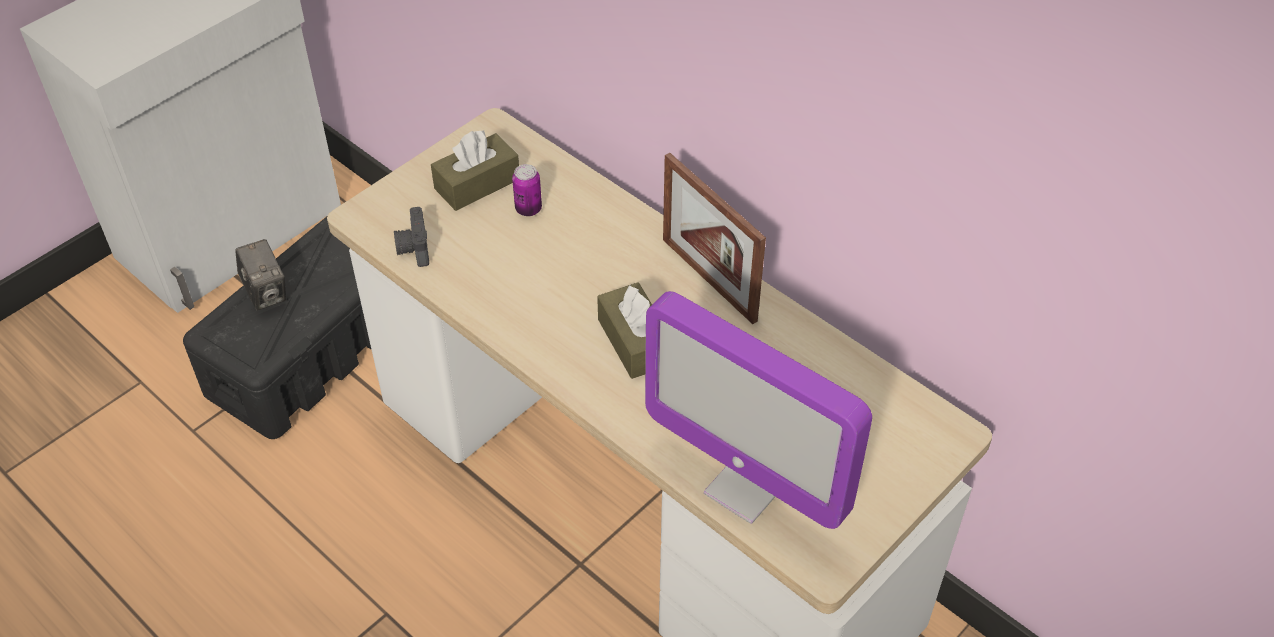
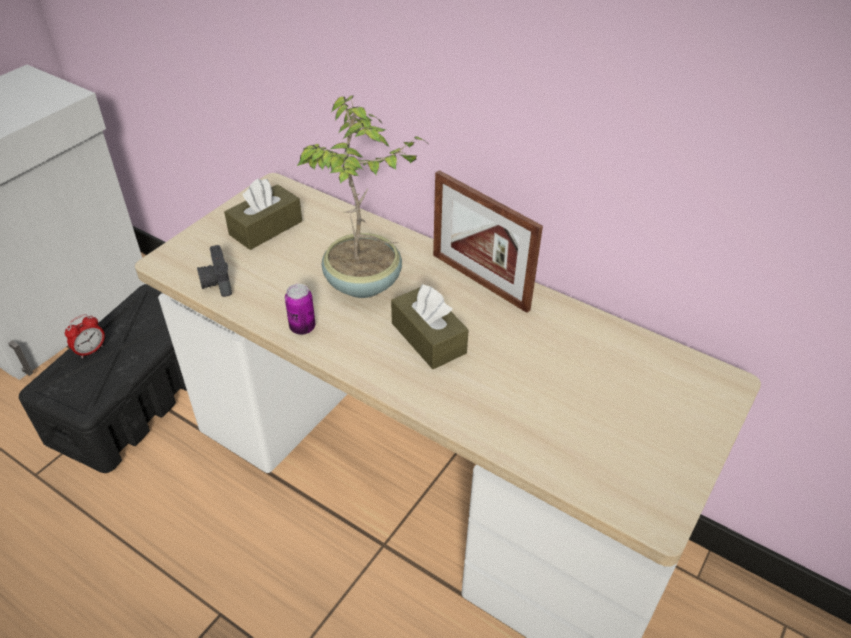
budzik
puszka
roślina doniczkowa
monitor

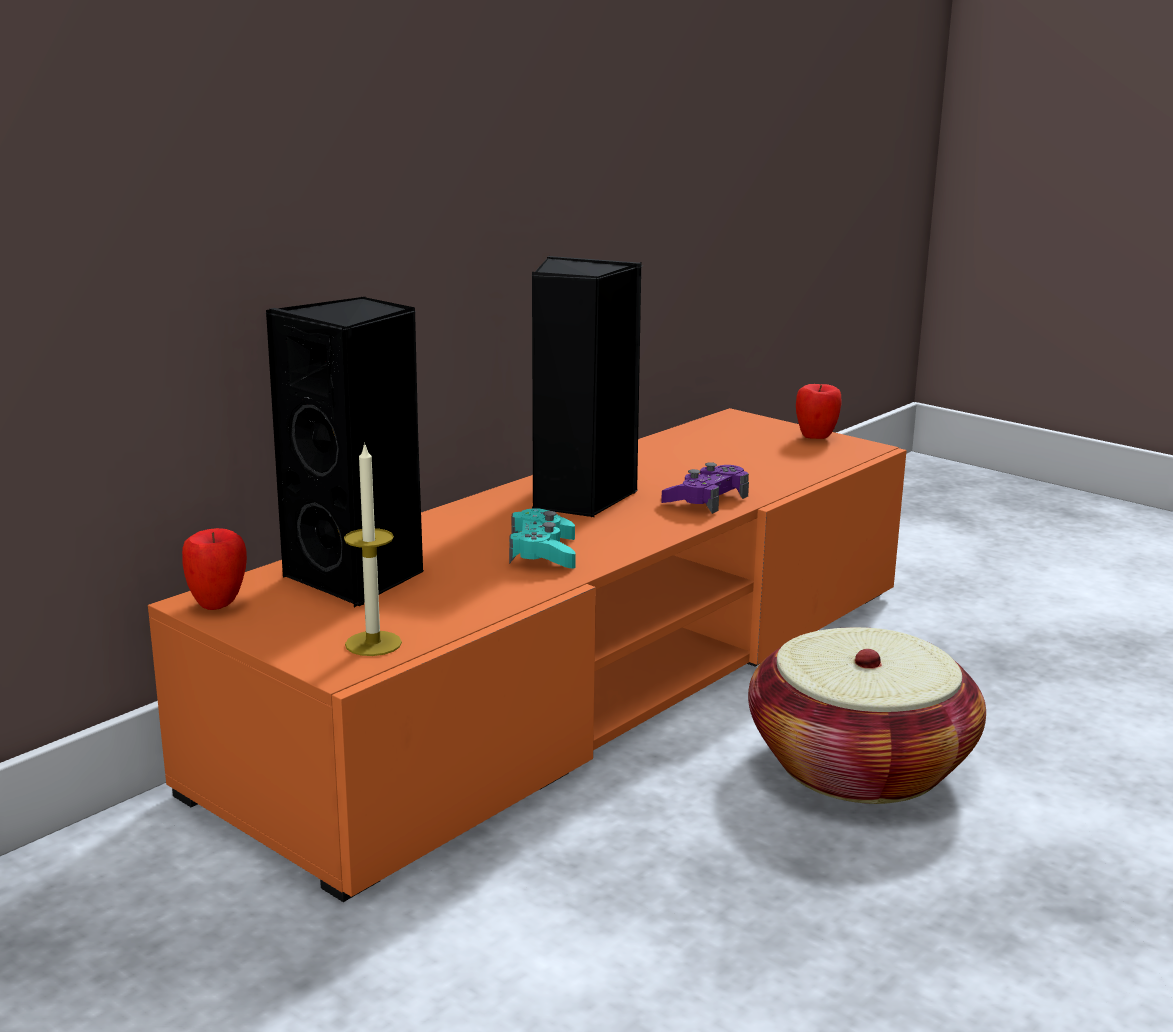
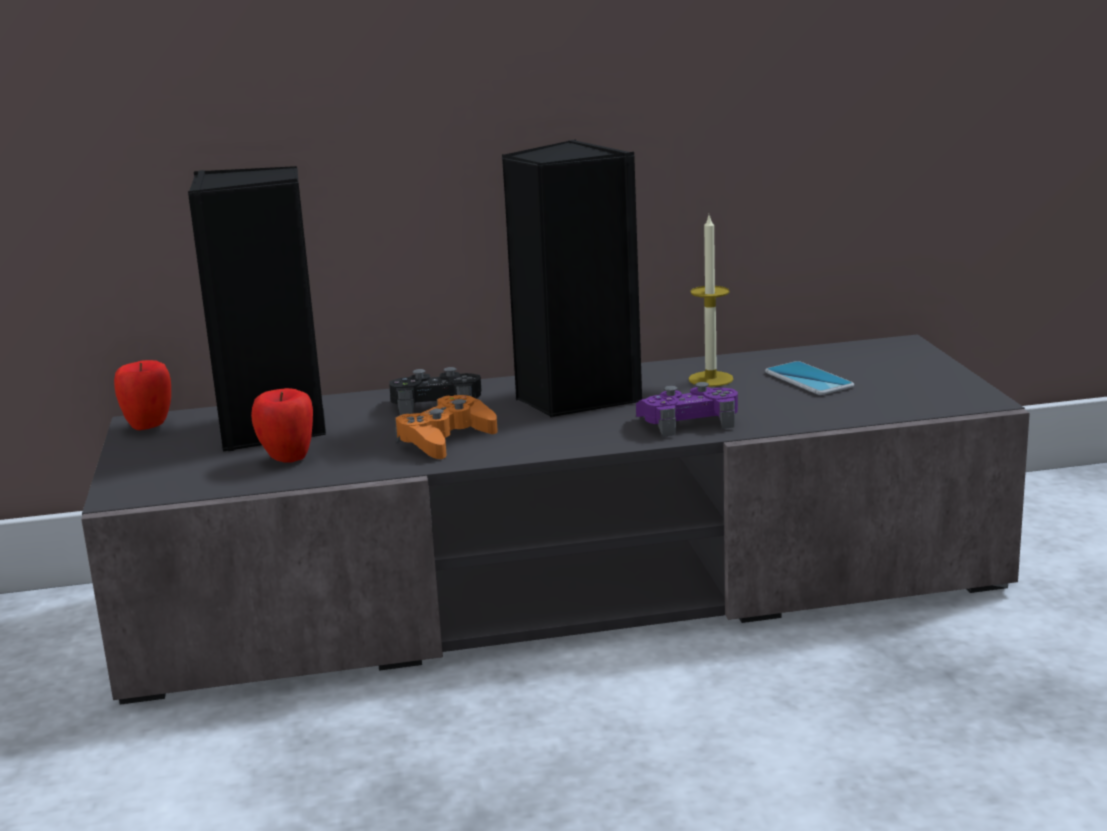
szafka pod telewizor/szary
jabłko (no. 2 from left)
pad do gier/czarny
pad do gier/pomarańczowy
świeca
telefon
koszyk

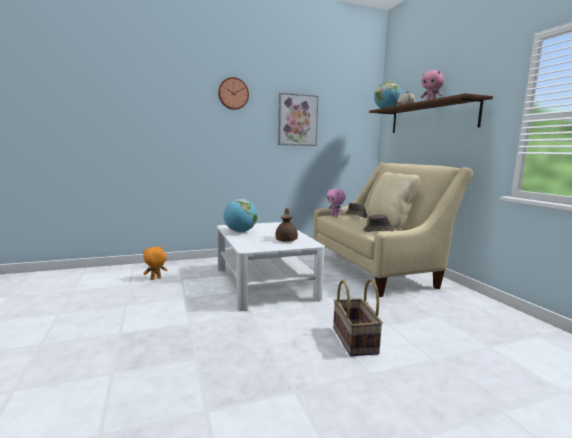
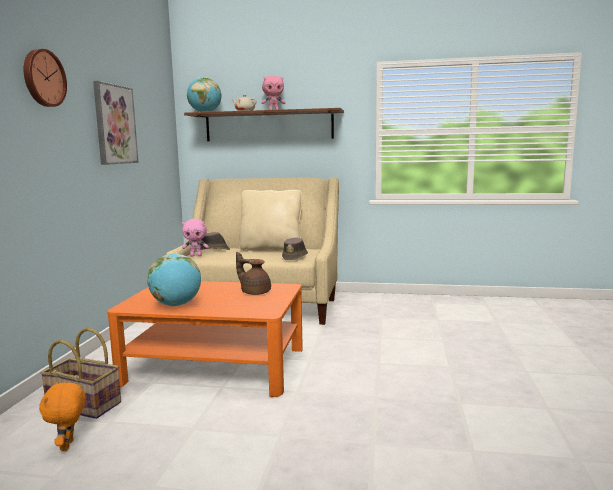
koszyk
ława/pomarańczowy

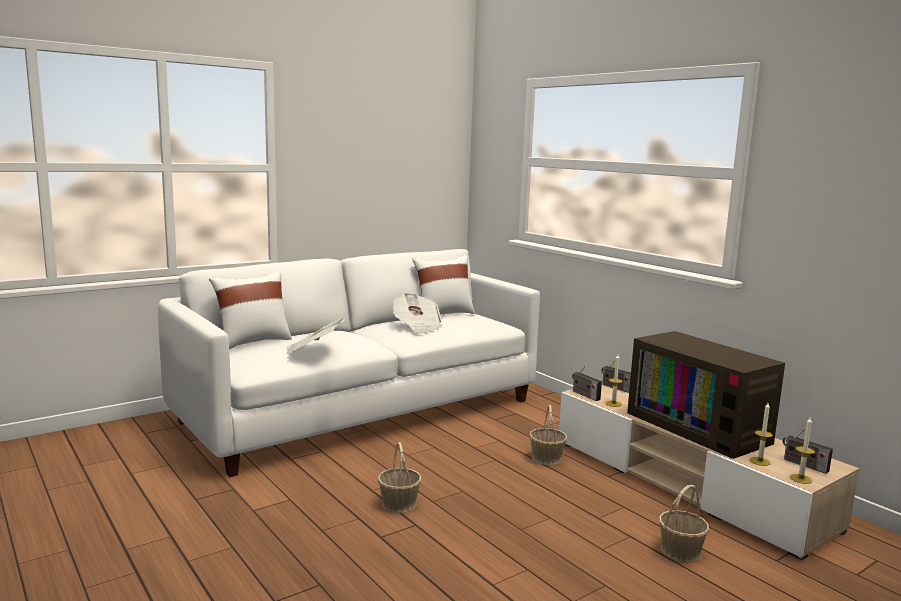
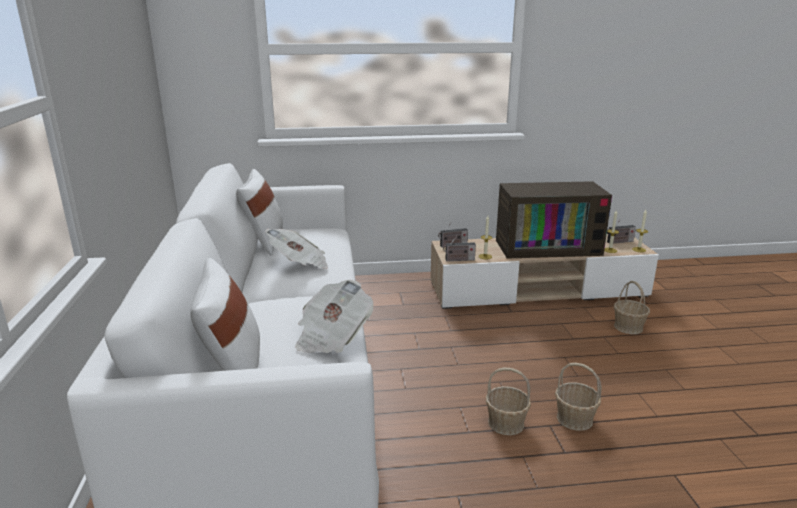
koszyk (no. 2 from left)

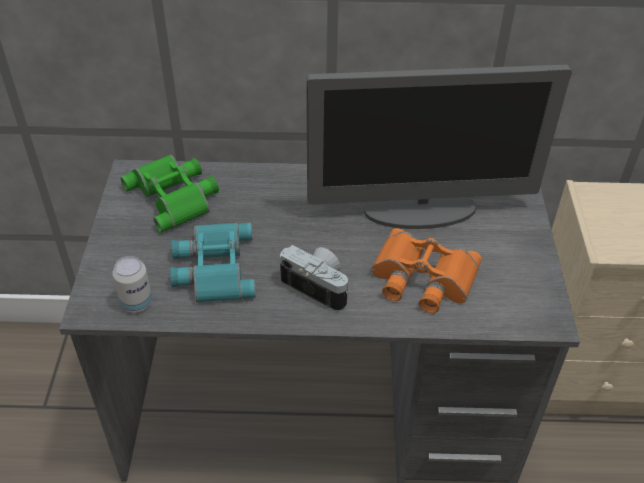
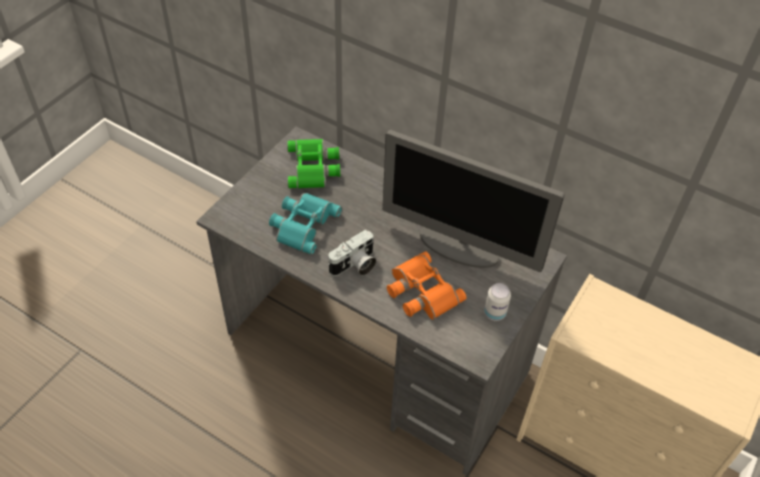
aparat fotograficzny
puszka

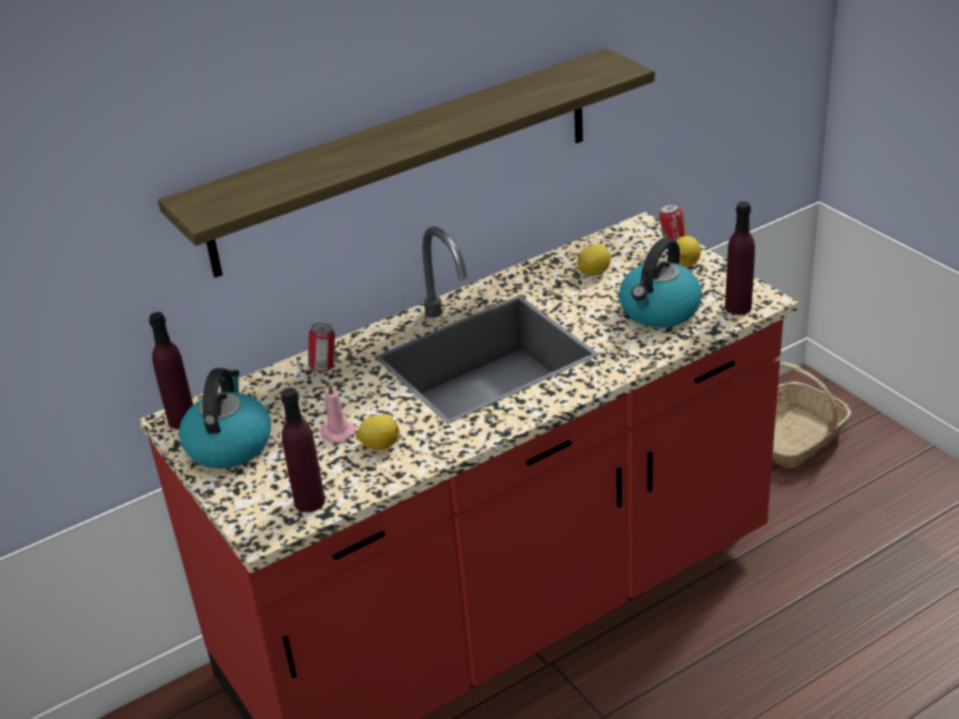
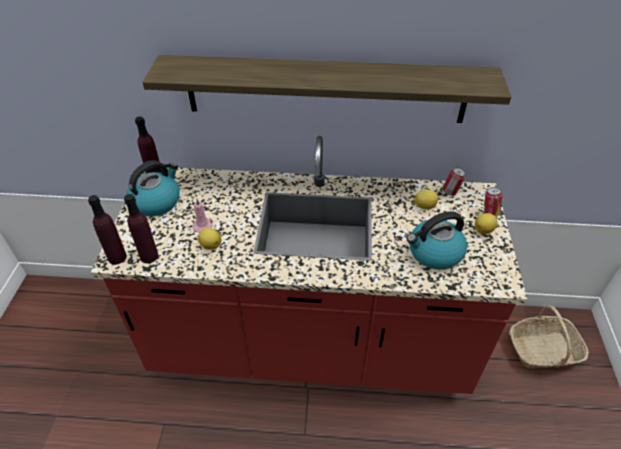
butelka/fioletowy (no. 1 from left)
puszka (no. 1 from left)

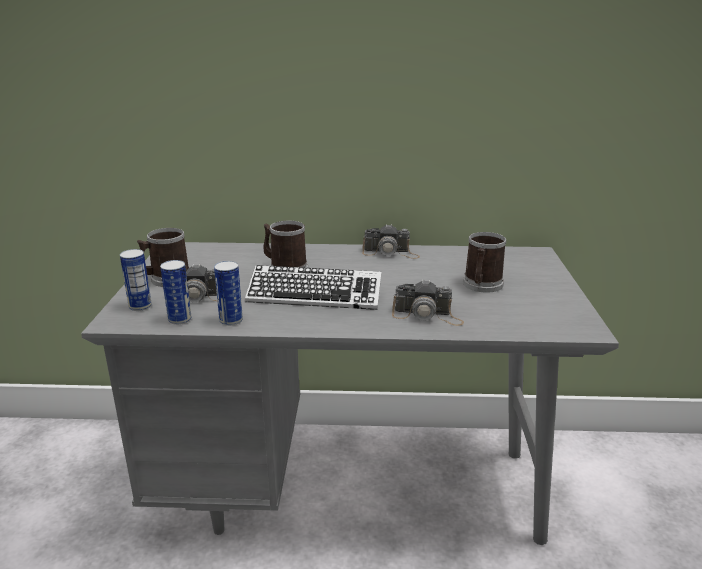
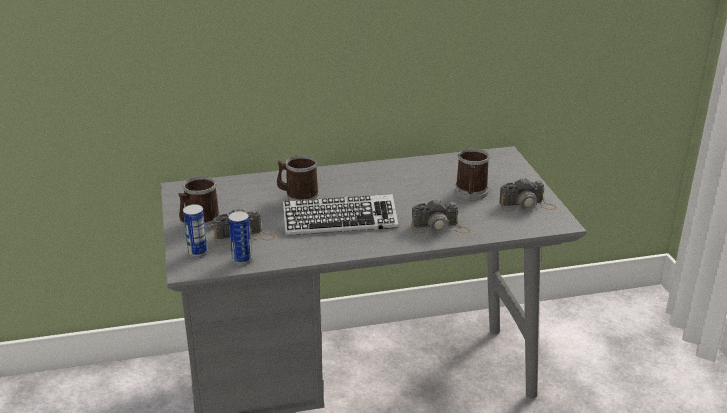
aparat fotograficzny (no. 3 from left)
puszka (no. 3 from left in the first image)

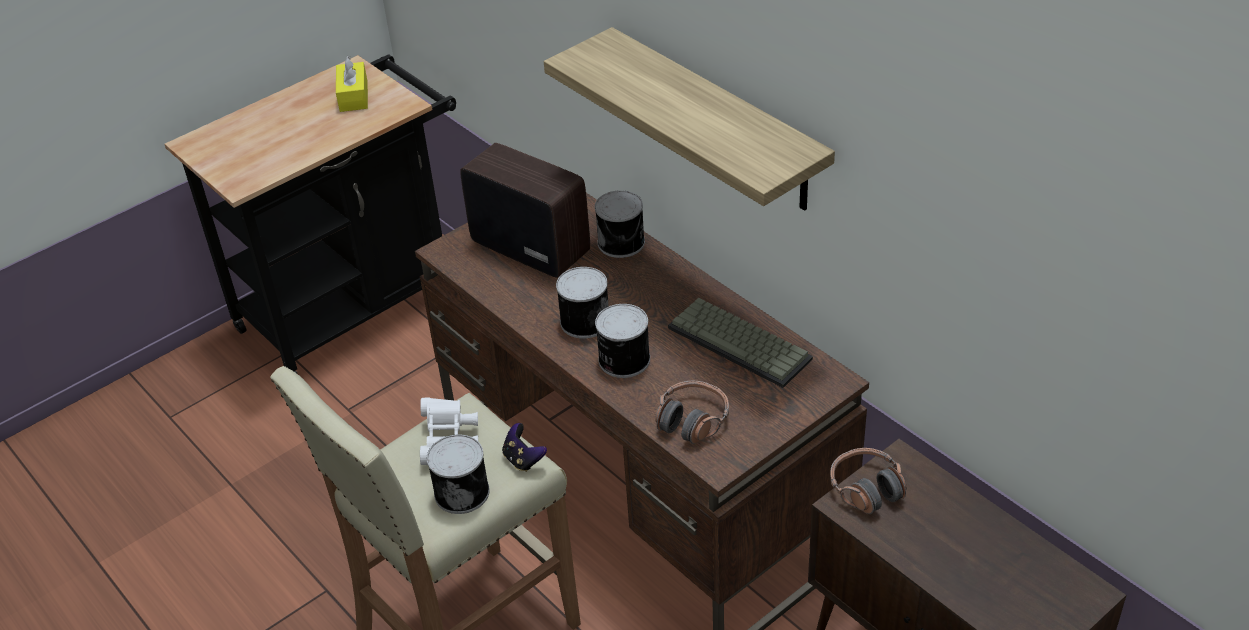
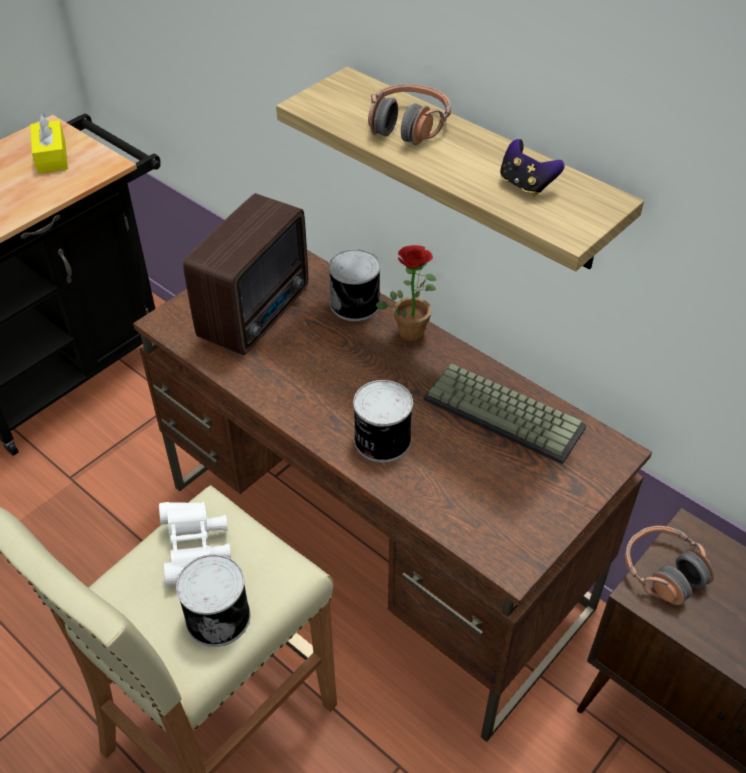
radio
słuchawki (no. 1 from left)
roślina doniczkowa
pad do gier
puszka (no. 2 from left in the first image)

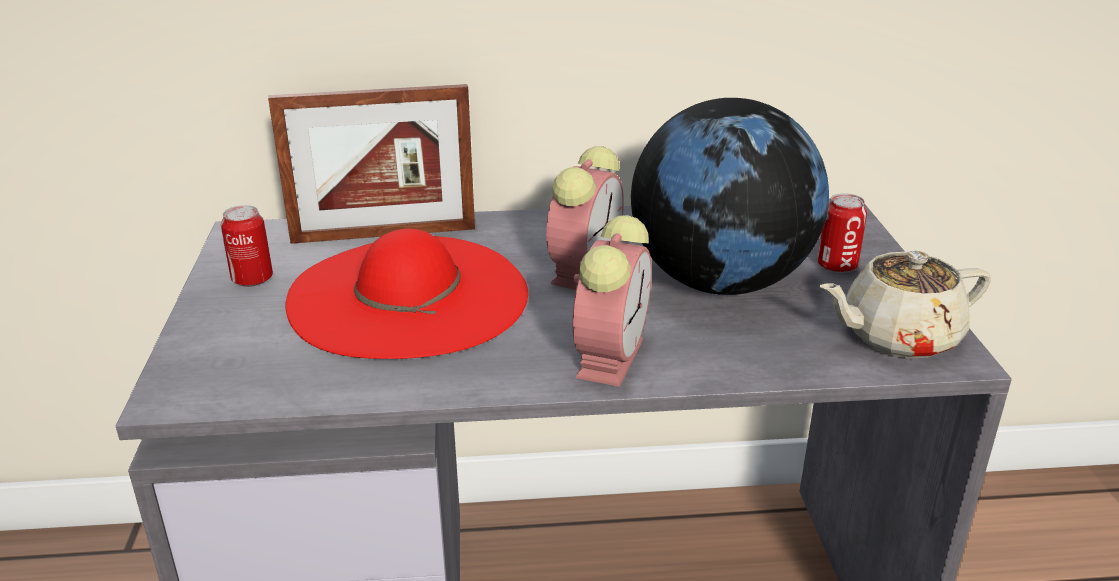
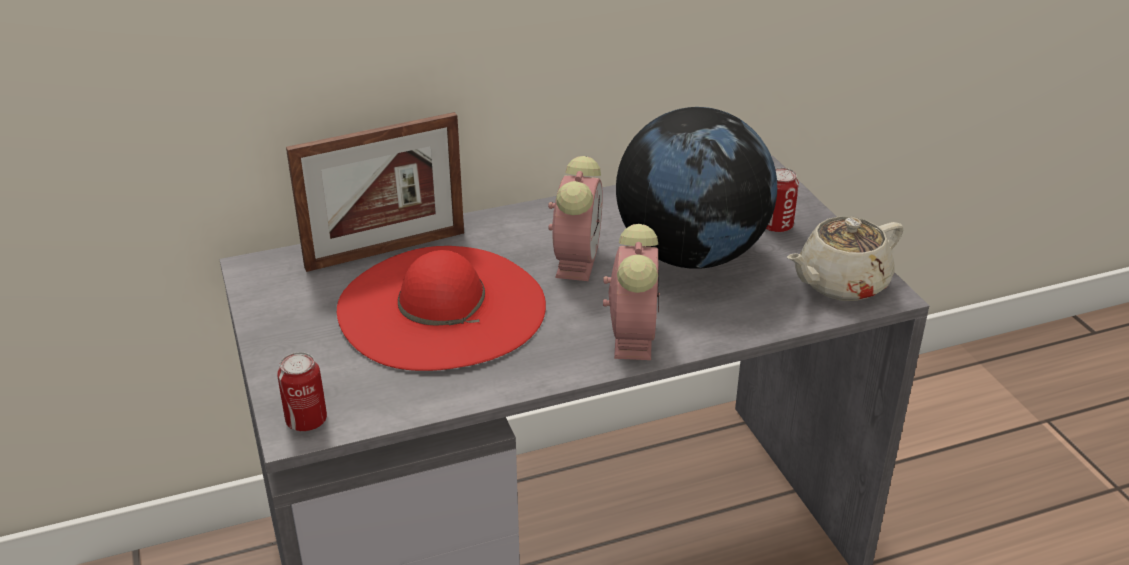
puszka (no. 1 from left)

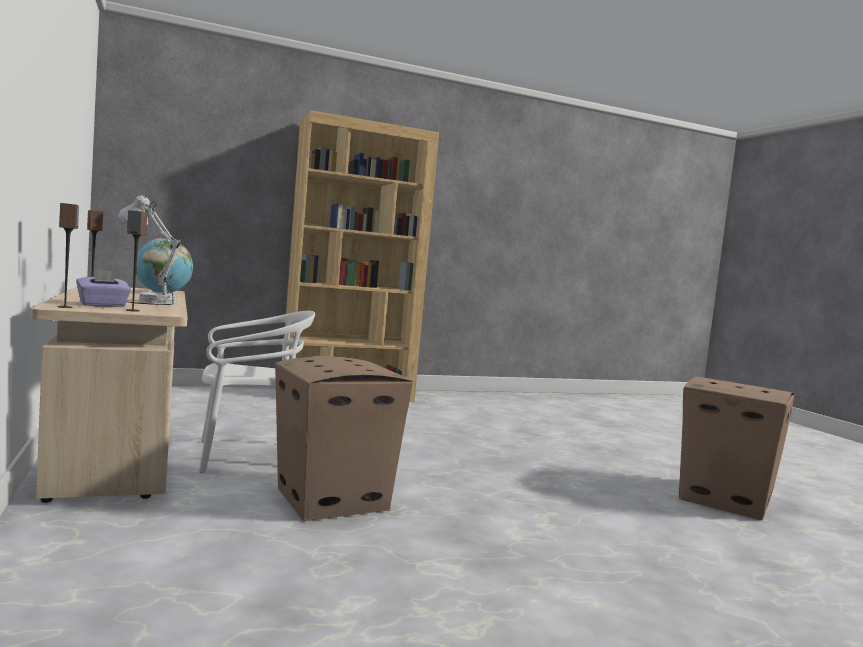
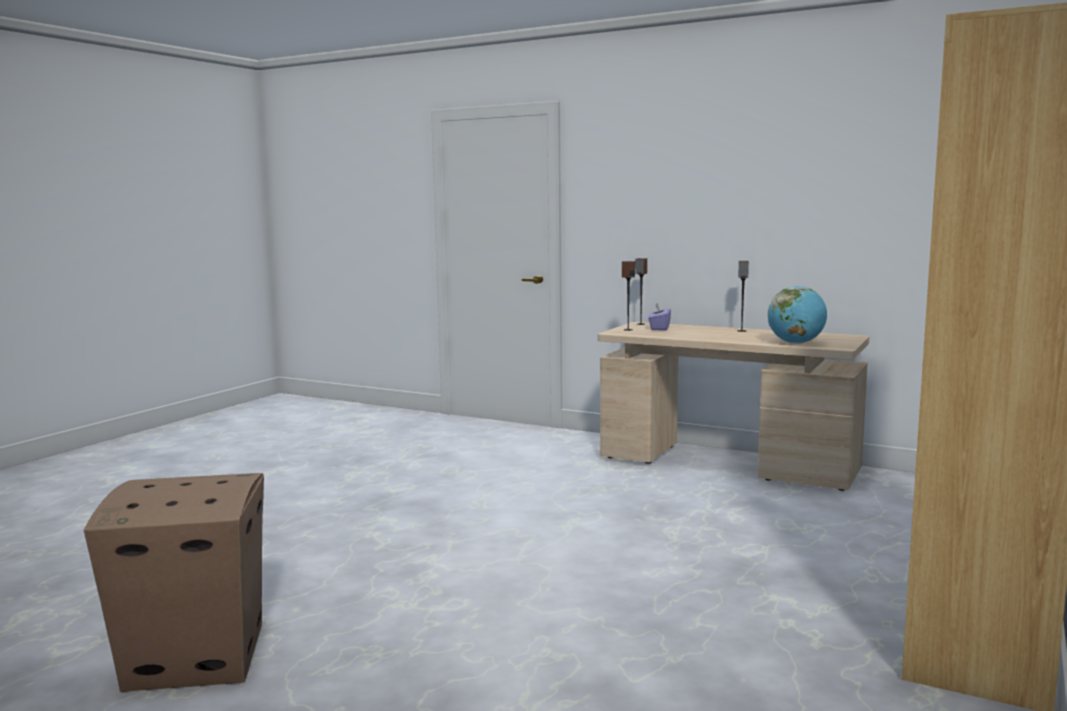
lampa stołowa/biały
krzesło/biały
karton (no. 1 from left in the first image)

